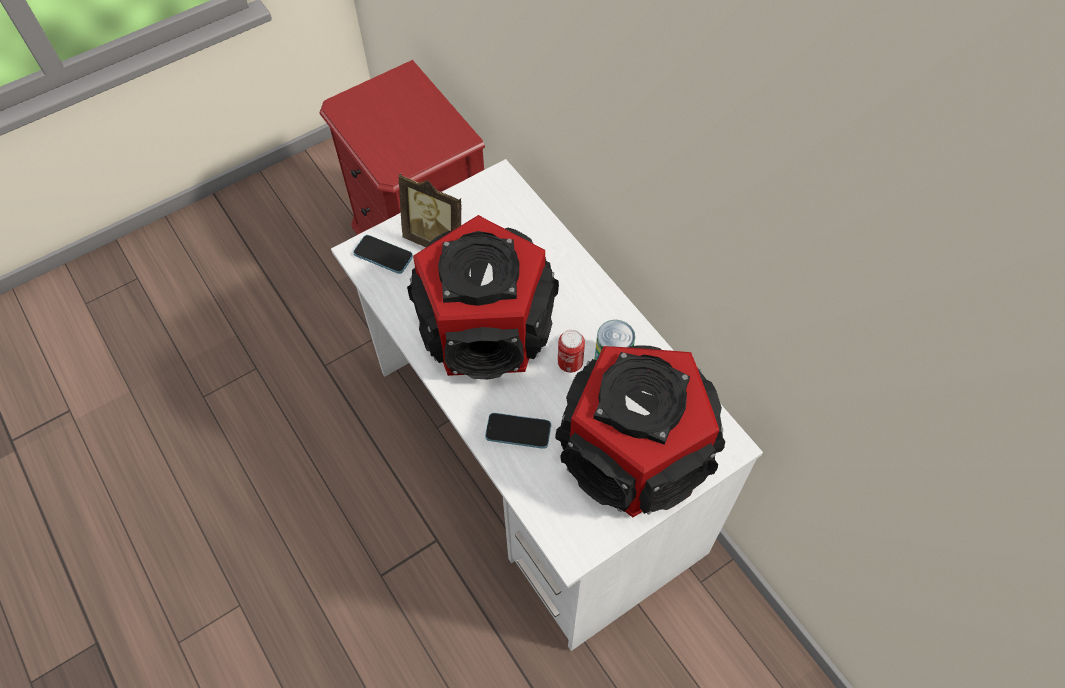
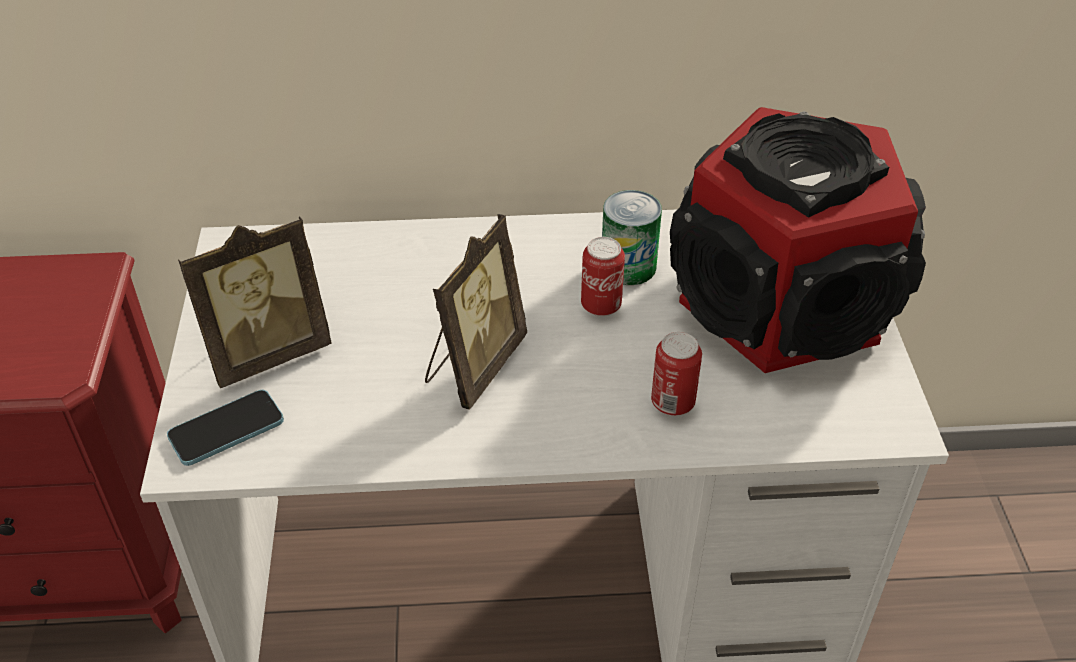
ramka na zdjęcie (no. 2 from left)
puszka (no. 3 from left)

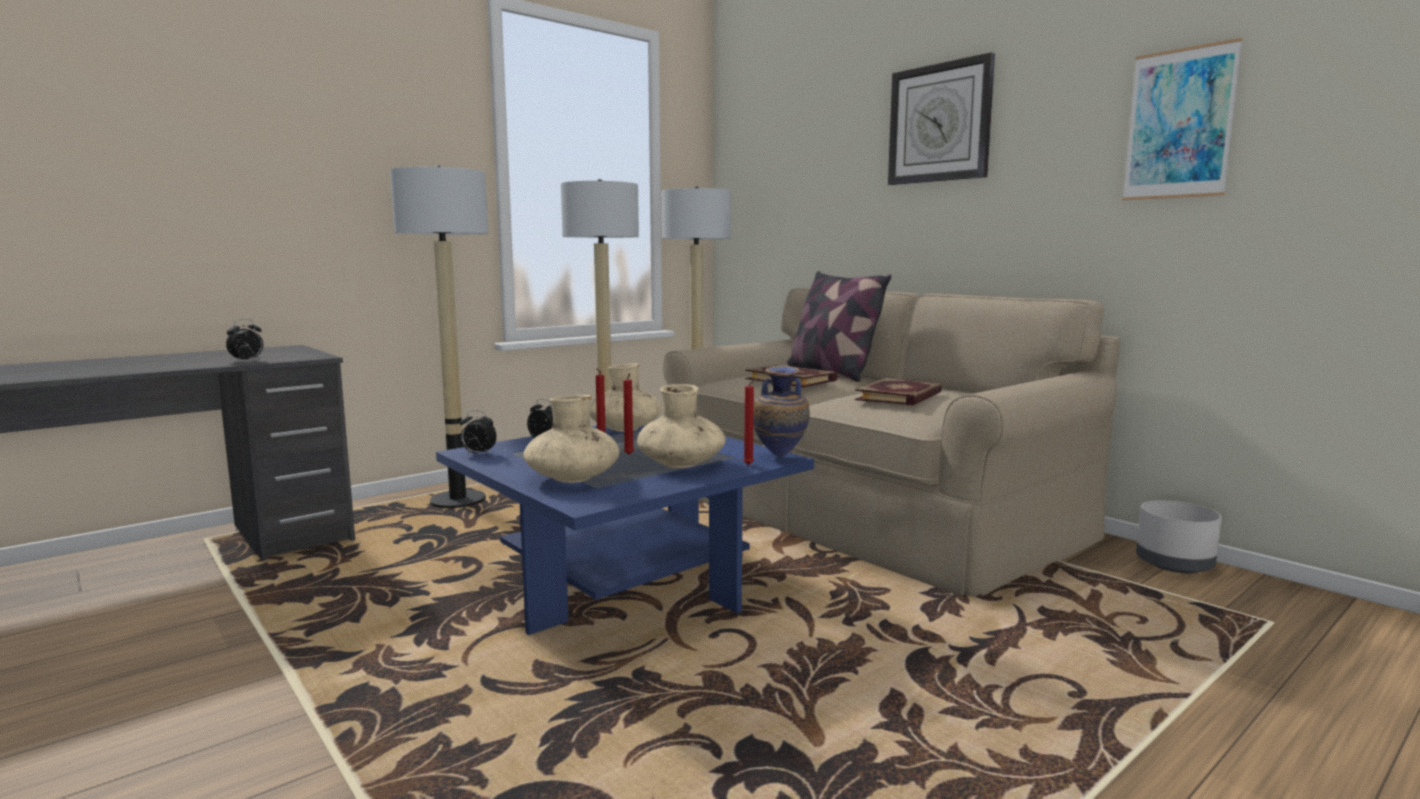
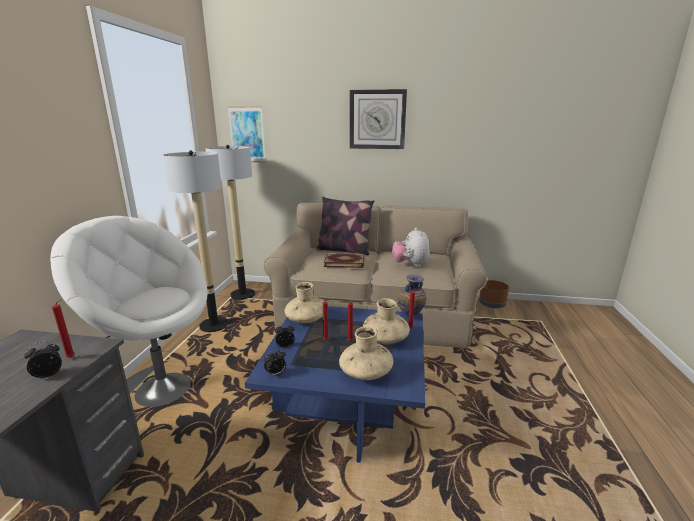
budzik (no. 1 from left)
fotel/biały
świeca/czerwony (no. 1 from left)
obraz
pluszak
donica/brązowy

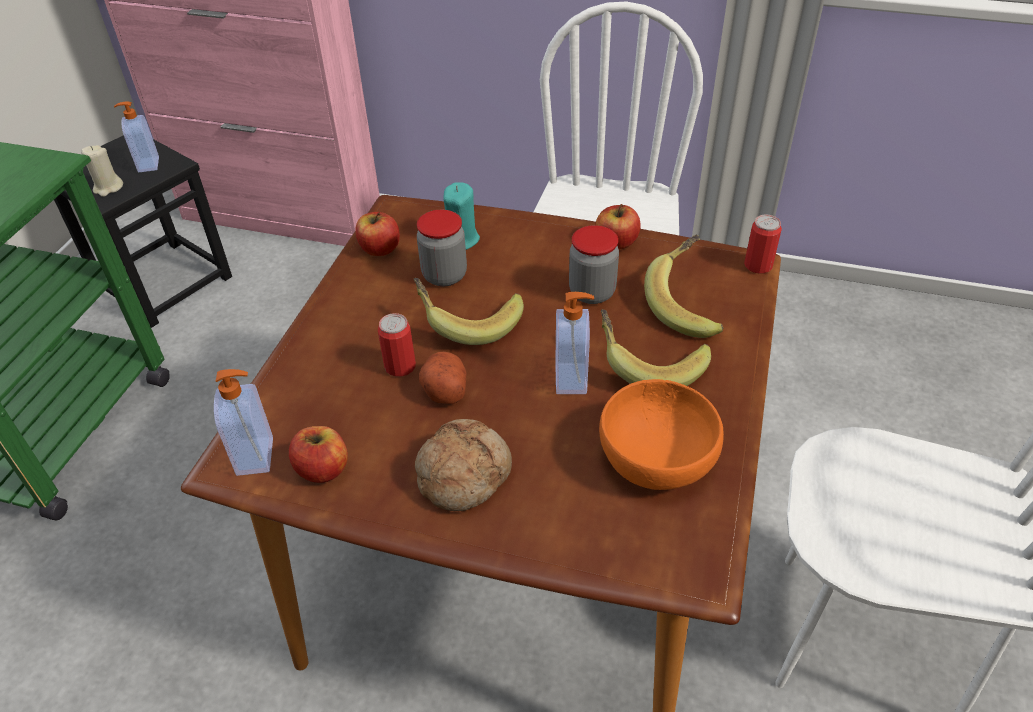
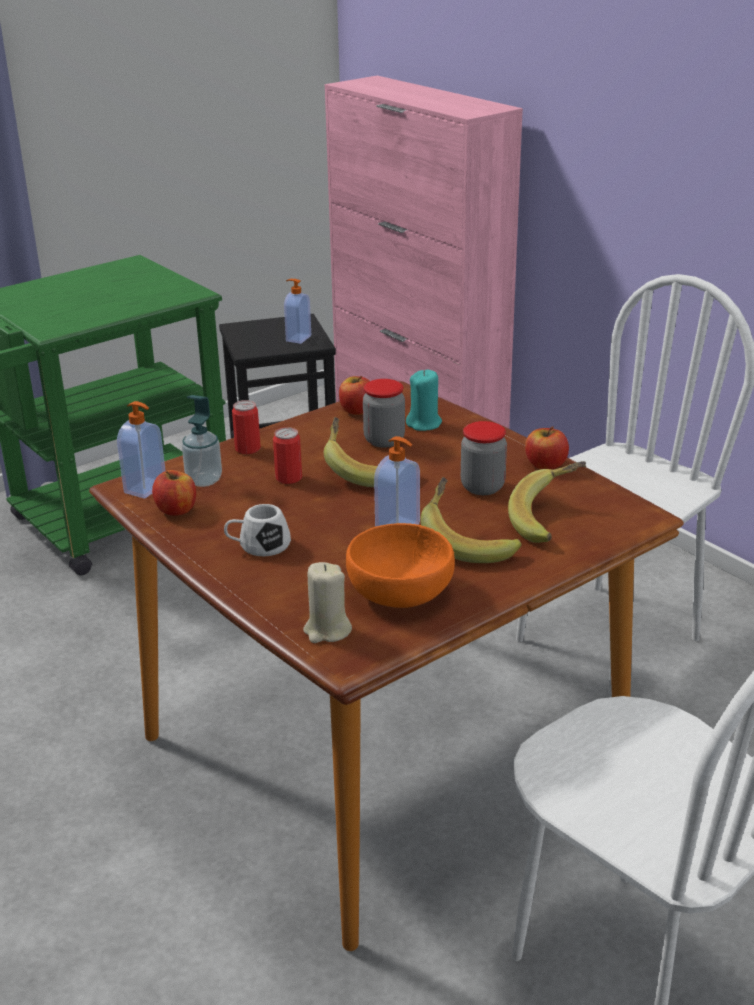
dozownik mydła (no. 2 from left)
kubek/biały
puszka (no. 1 from left)
świeca/beżowy
ziemniak

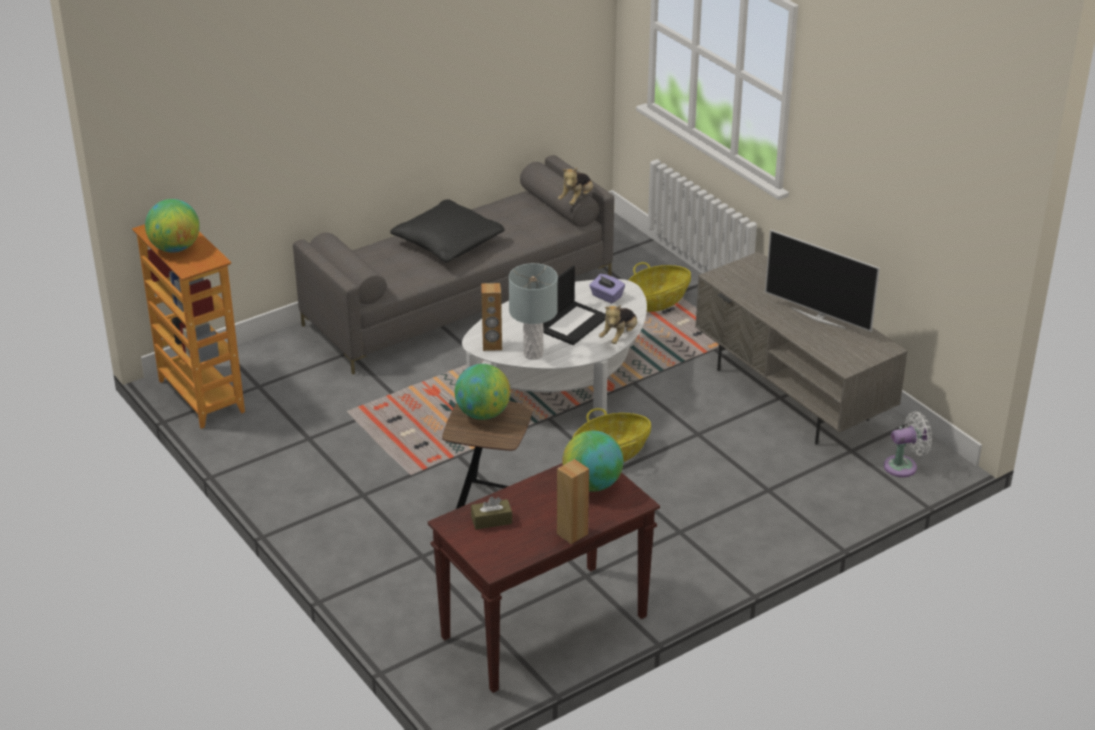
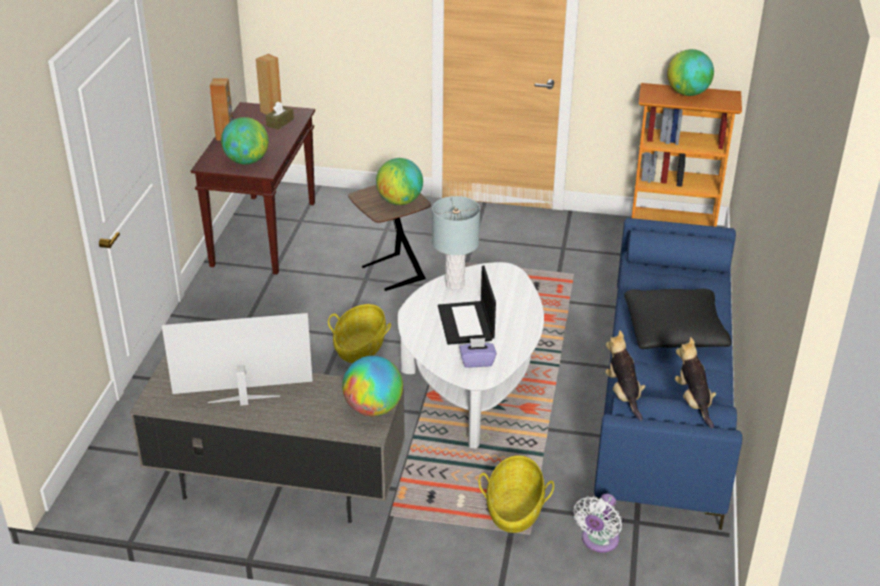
głośnik/brązowy (no. 2 from left)
globus (no. 2 from left)
wentylator/biały
kanapa/niebieski
pluszak (no. 2 from left)

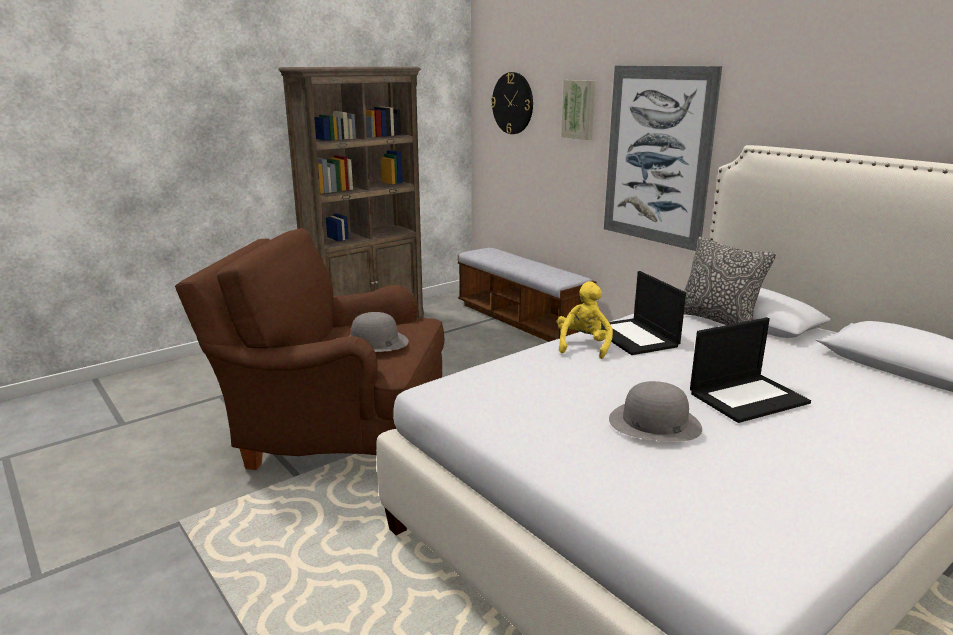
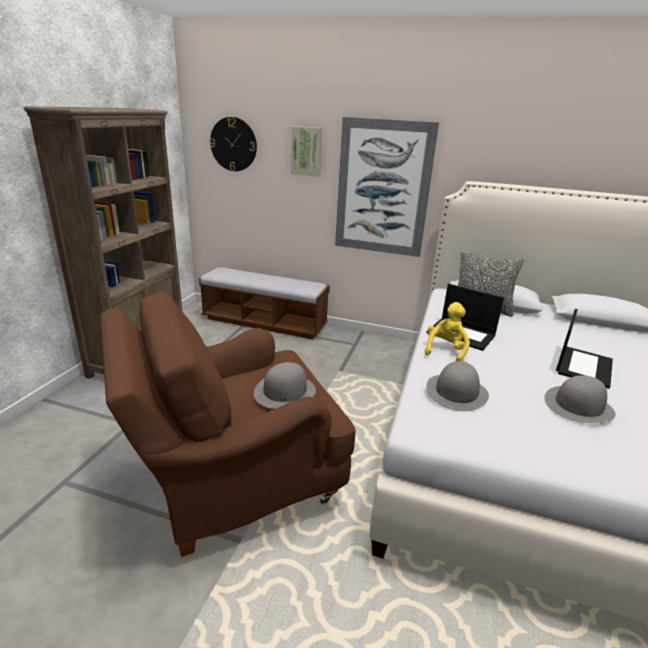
pluszak/żółty
kapelusz/szary (no. 2 from left)

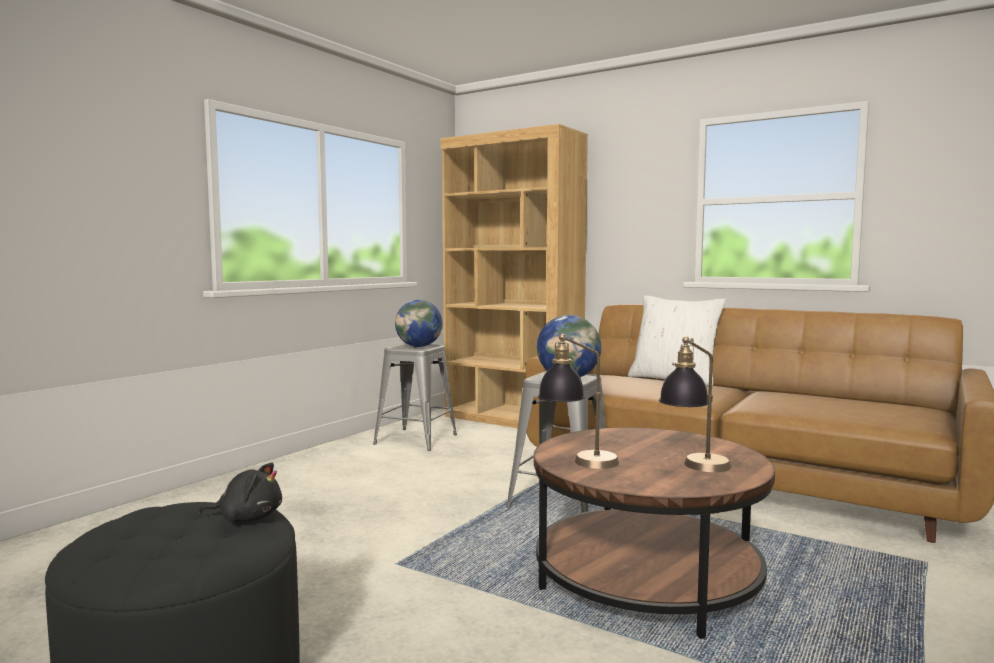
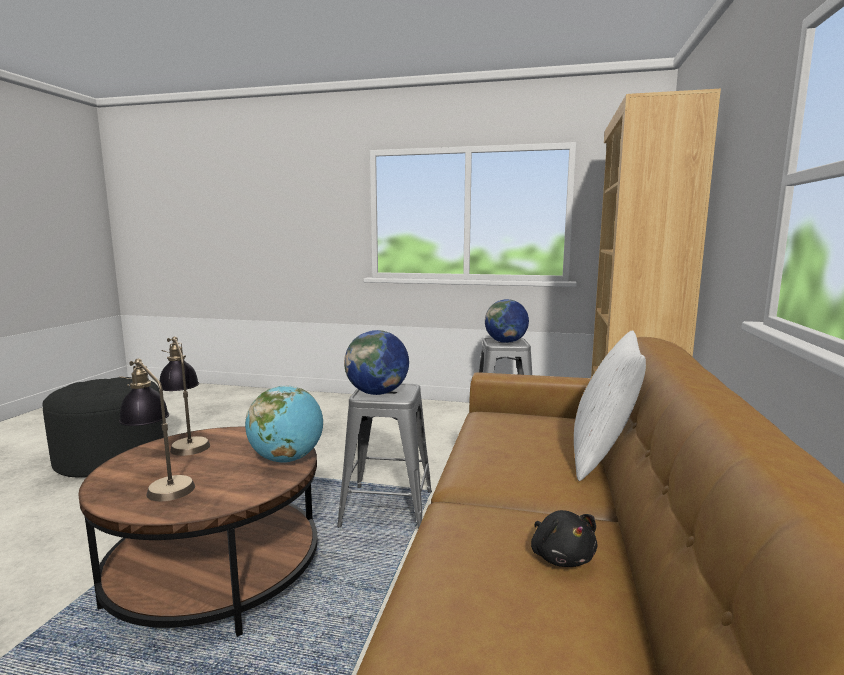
globus (no. 1 from left)
pluszak/czarny

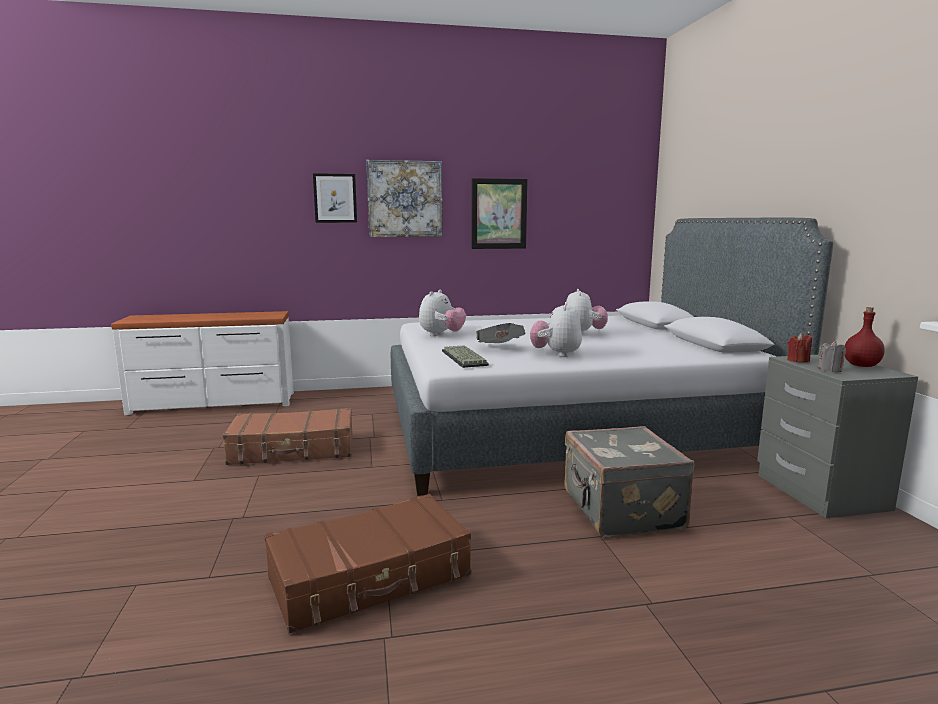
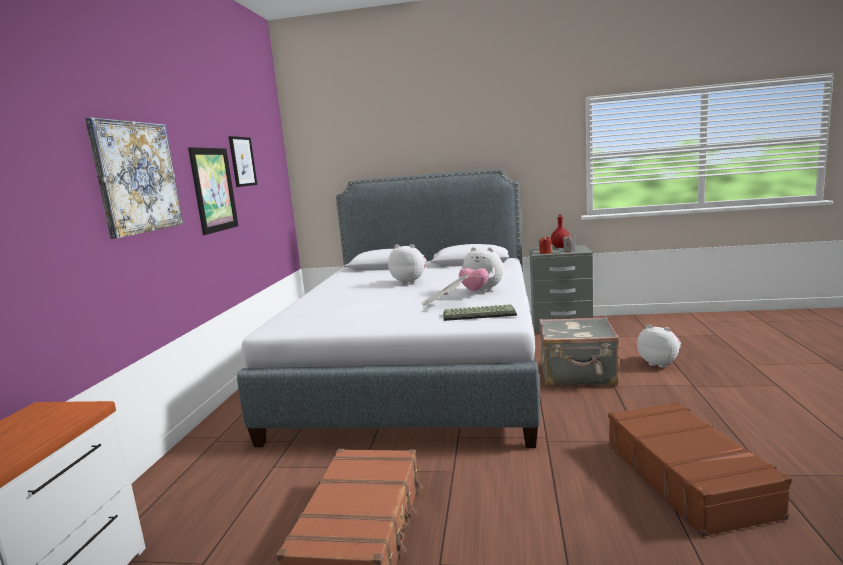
obraz (no. 3 from left)
pluszak (no. 3 from left)

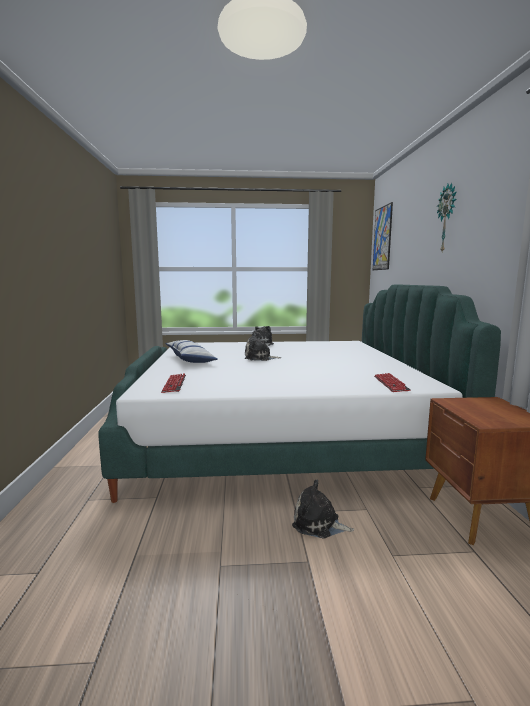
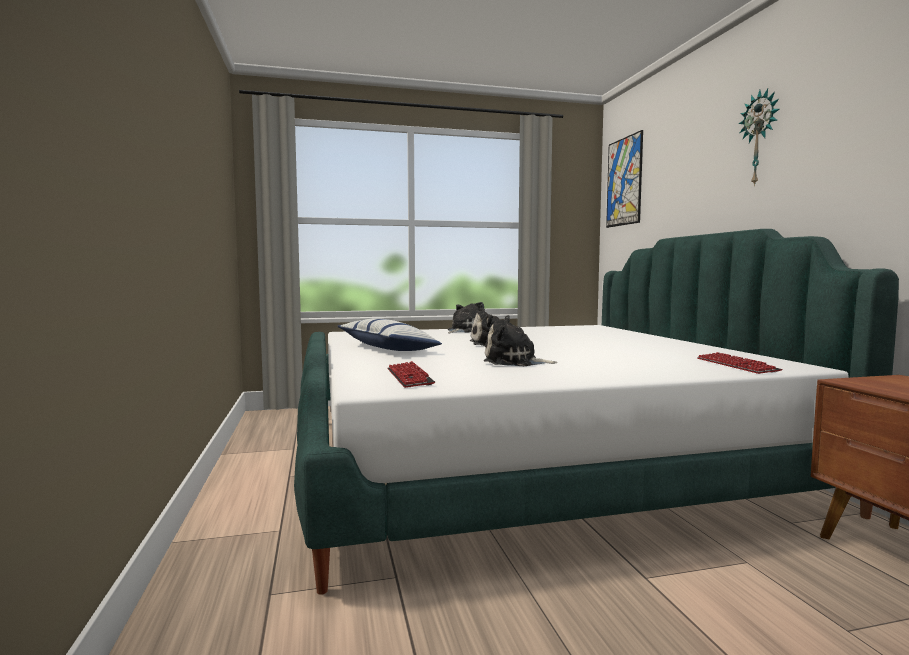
pluszak (no. 3 from left)

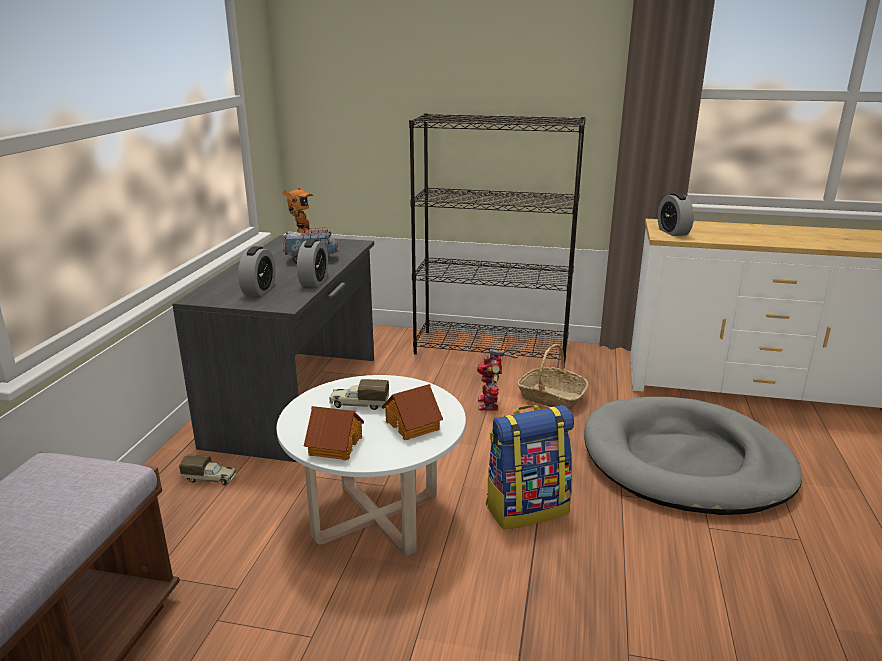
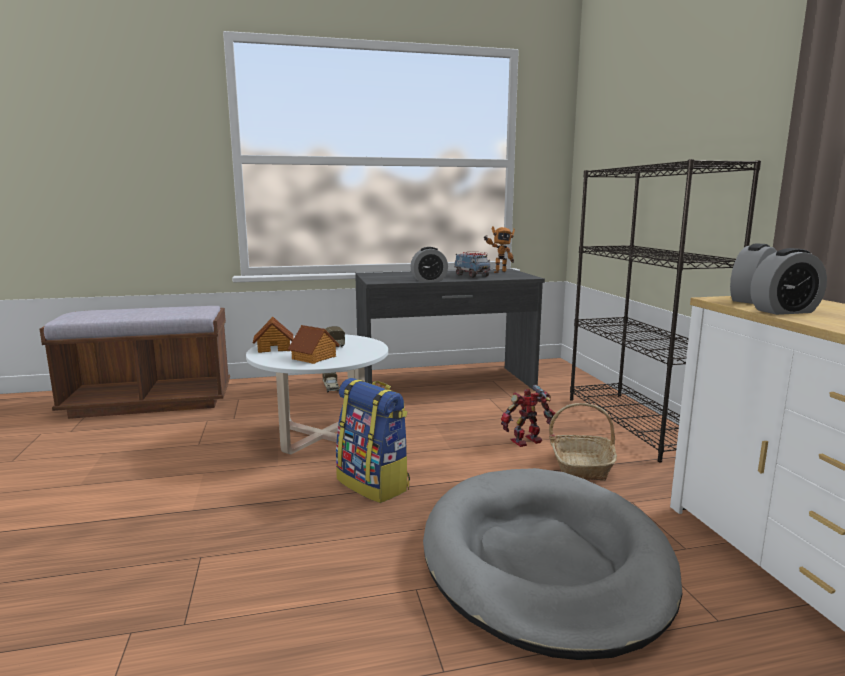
budzik (no. 3 from left)

